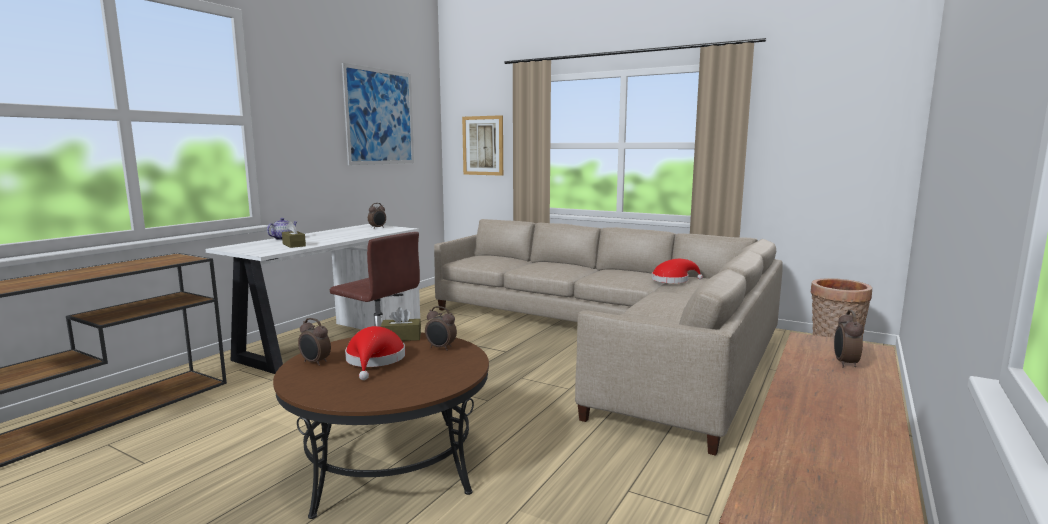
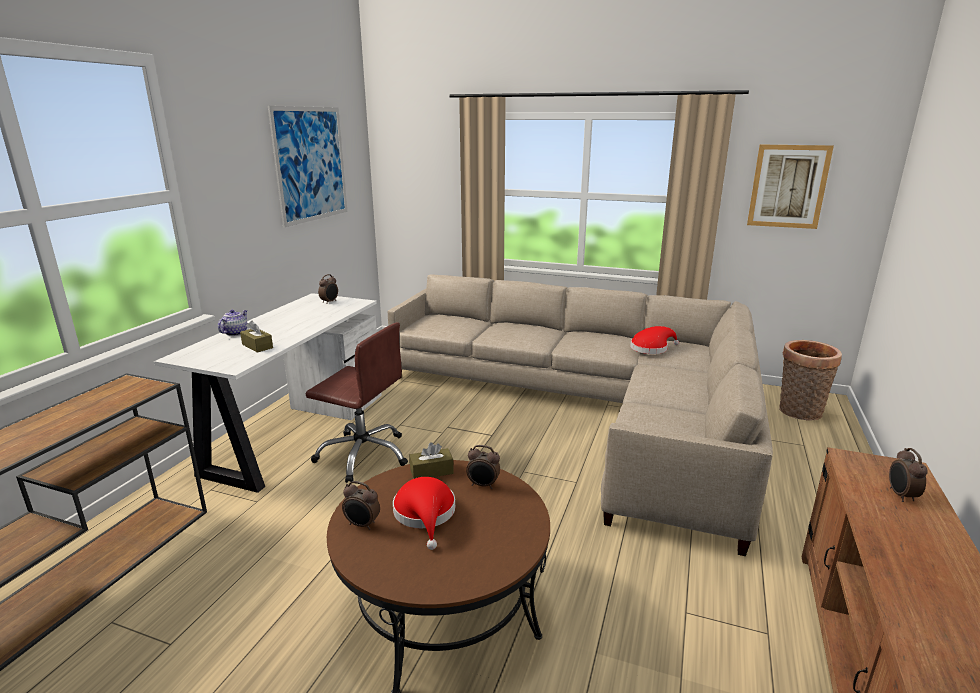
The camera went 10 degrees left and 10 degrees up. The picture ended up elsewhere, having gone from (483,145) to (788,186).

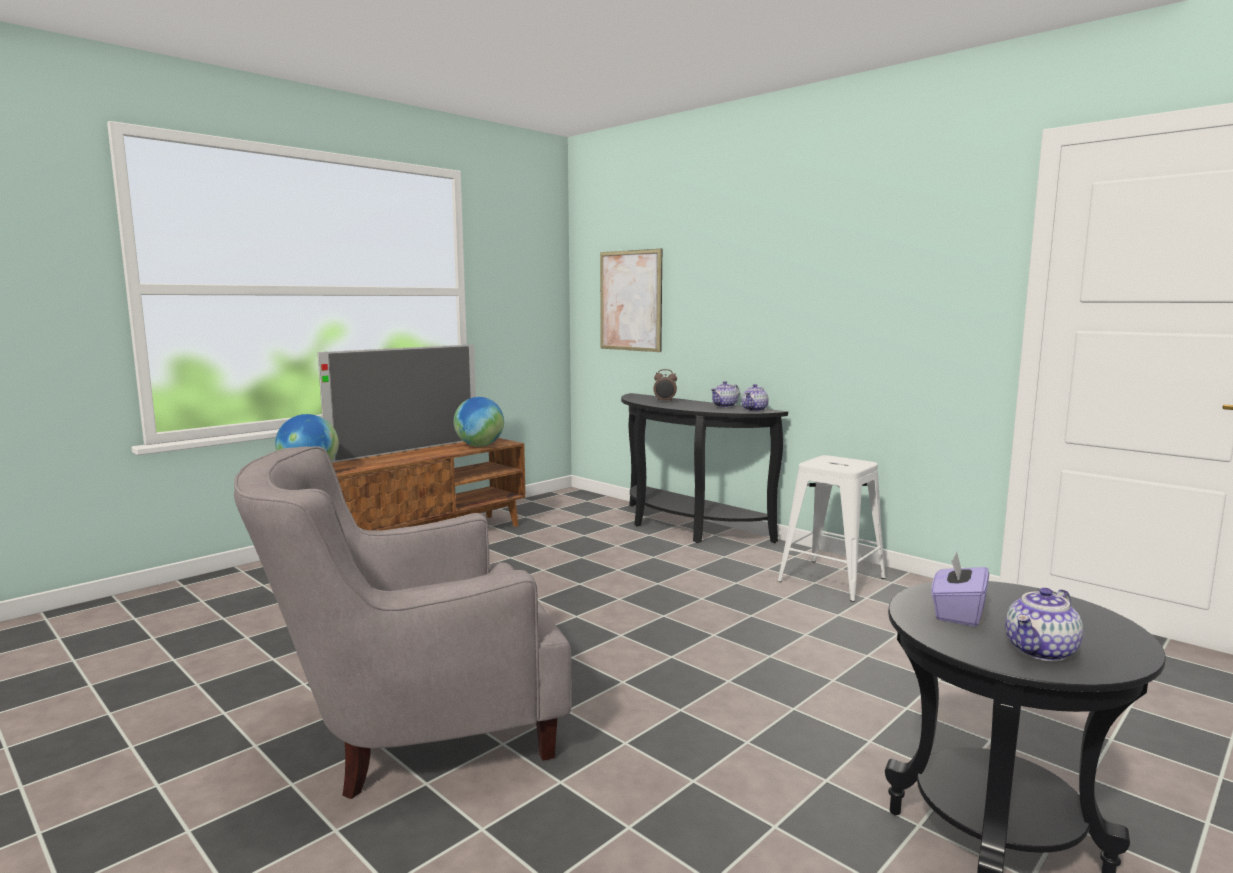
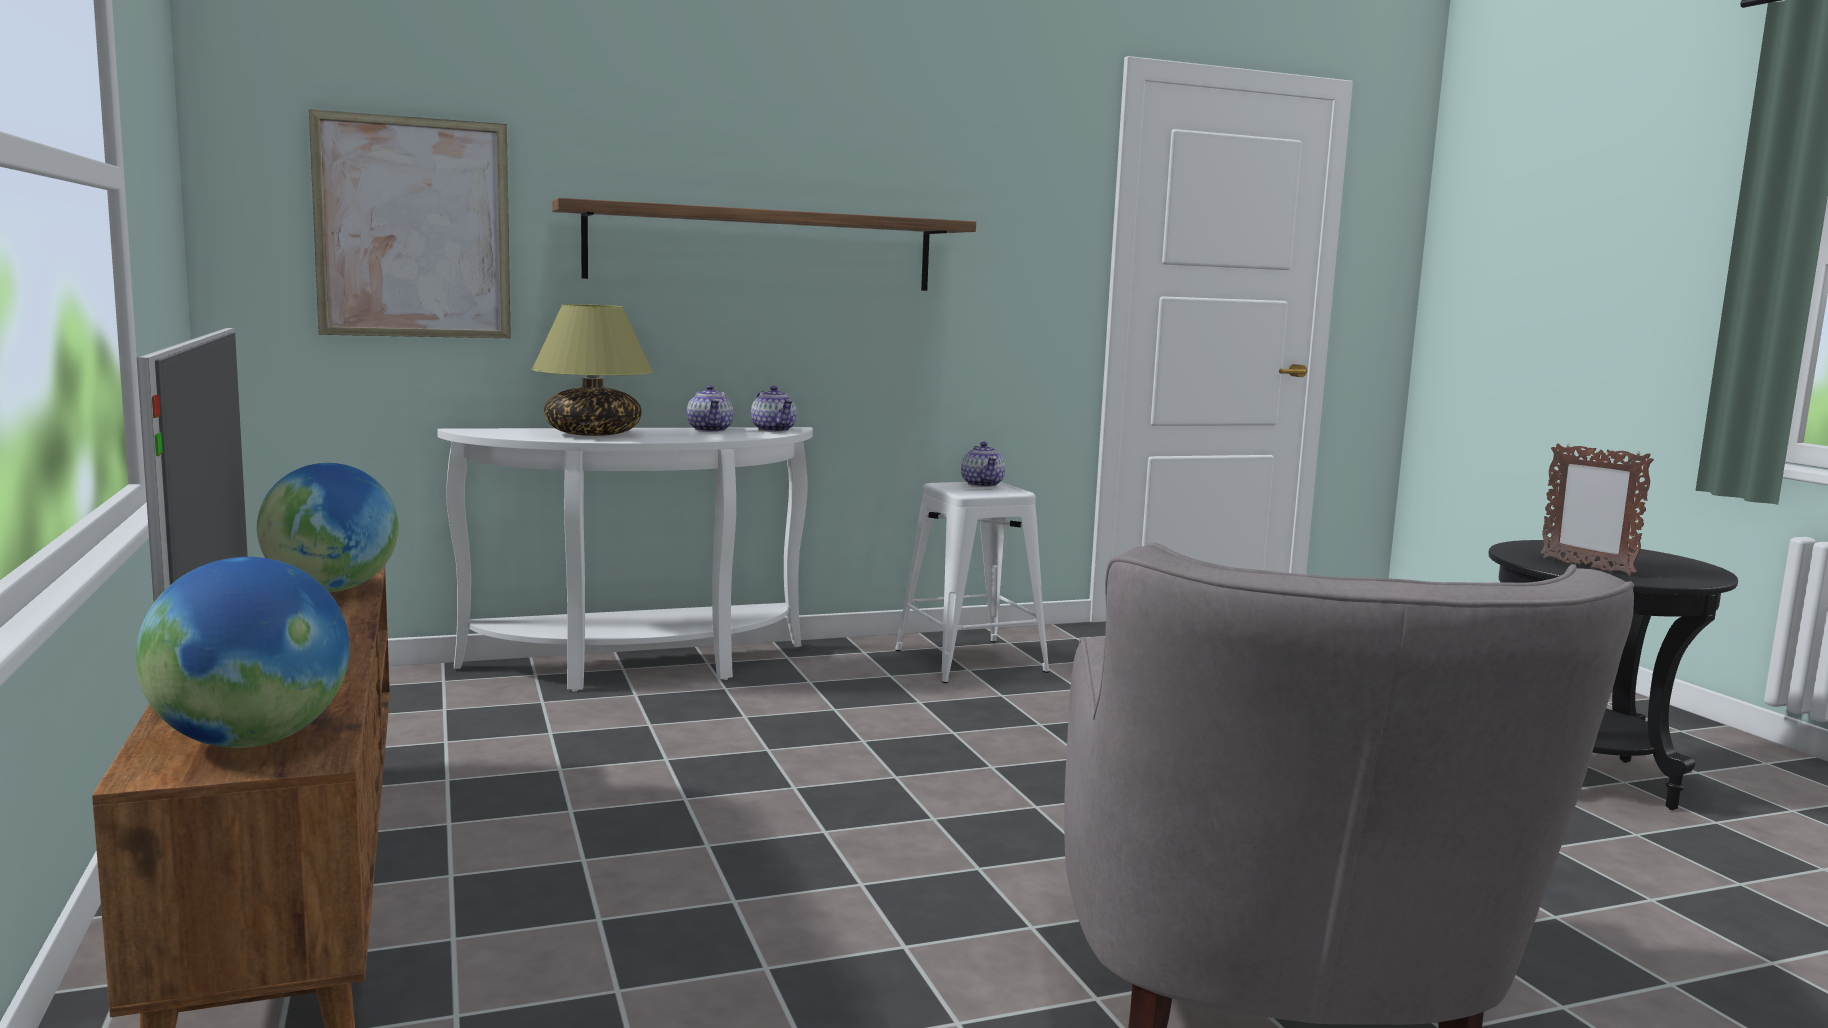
The camera went 65 degrees left and 0 degrees up. What was the black console table at (683,527) turned into the white console table at (640,668). Where the alarm clock stood at (665,401), the table lamp came to stand at (593,434). Where the purple tissue box stood at (957,613), the picture frame came to stand at (1586,566). The teapot ended up elsewhere, having gone from (1041,651) to (983,484). The second view gained the shelf at (762,248).

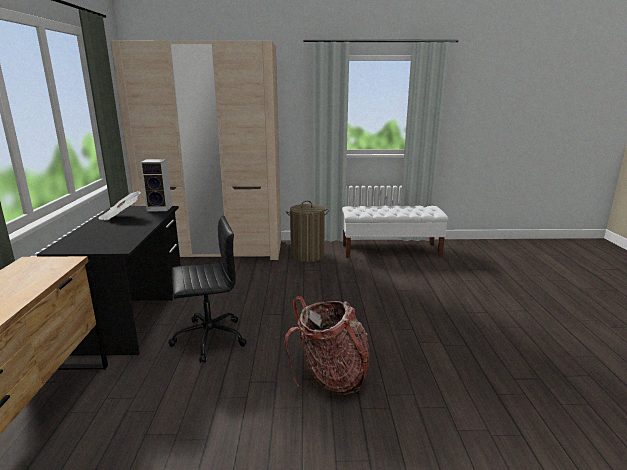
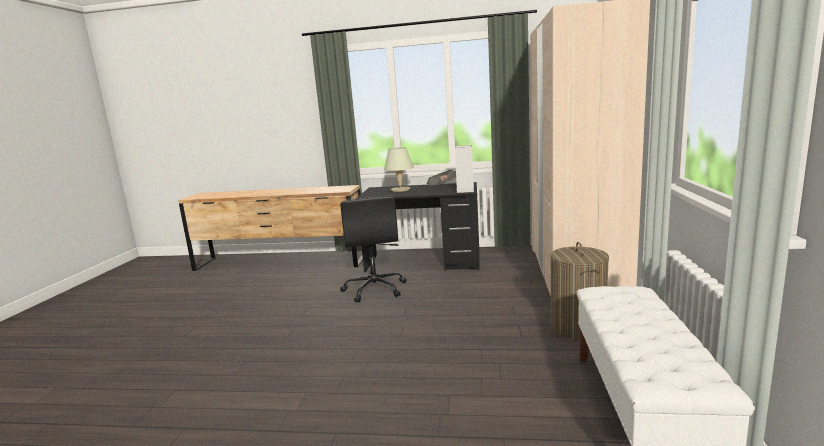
The camera went 100 degrees right and 5 degrees down. The second view lost the backpack at (331,377). The second view gained the beige table lamp at (400,190).

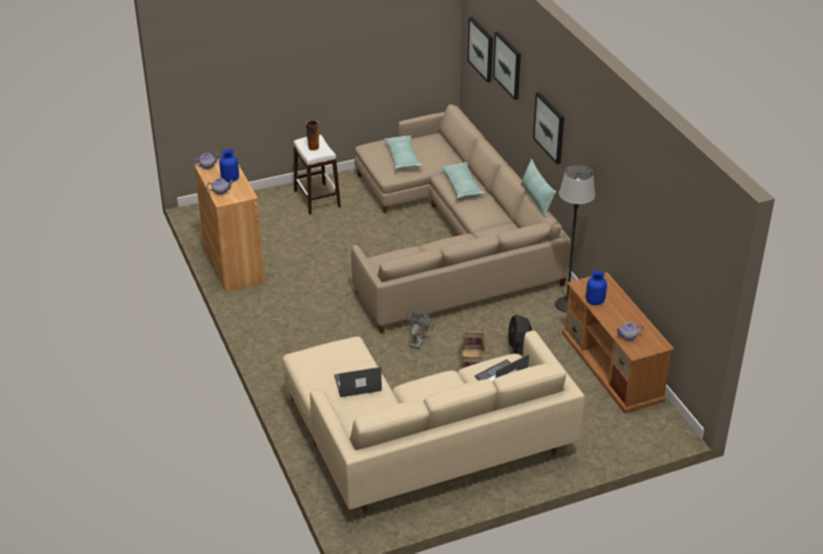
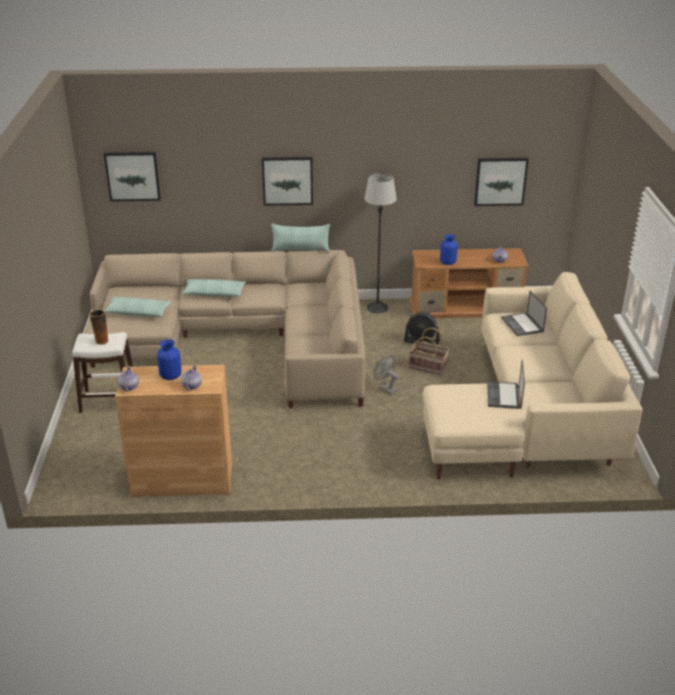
The camera went 70 degrees left and 5 degrees down. The picture ended up elsewhere, having gone from (508,65) to (500,181).

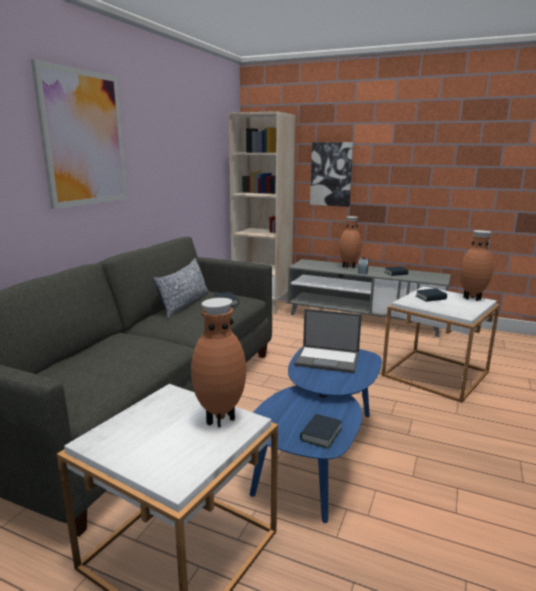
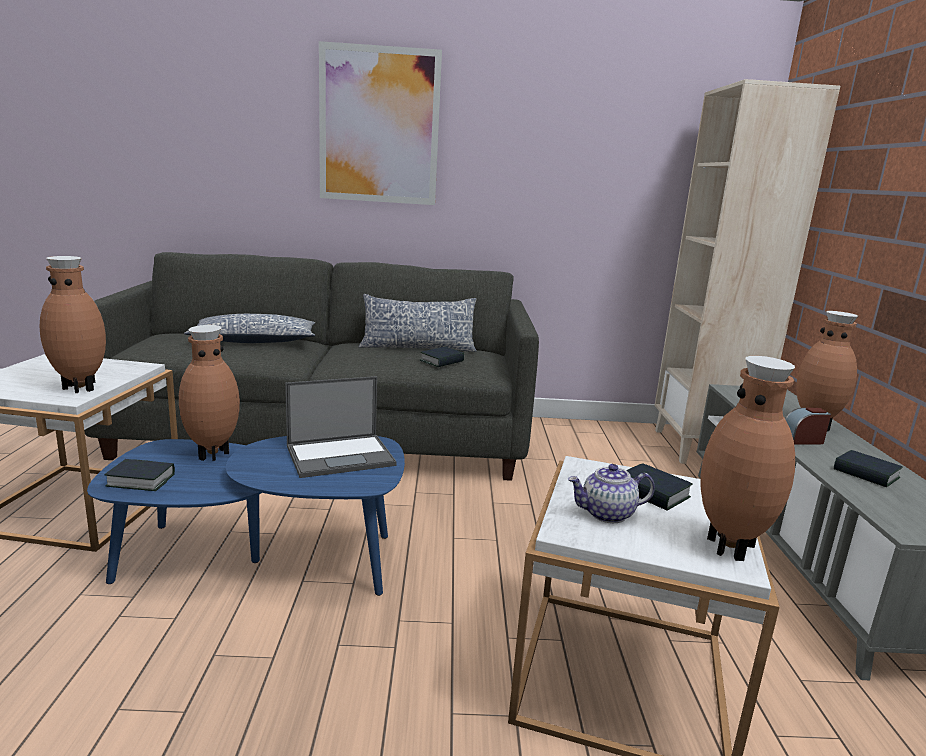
The camera went 65 degrees right and 0 degrees up. The laptop at (328,359) ended up facing another way, 105 degrees counterclockwise from before. The second view lost the picture at (331,174). The second view gained the brown vase at (212,454). The second view gained the pillow at (254,341). The second view gained the teapot at (607,514).

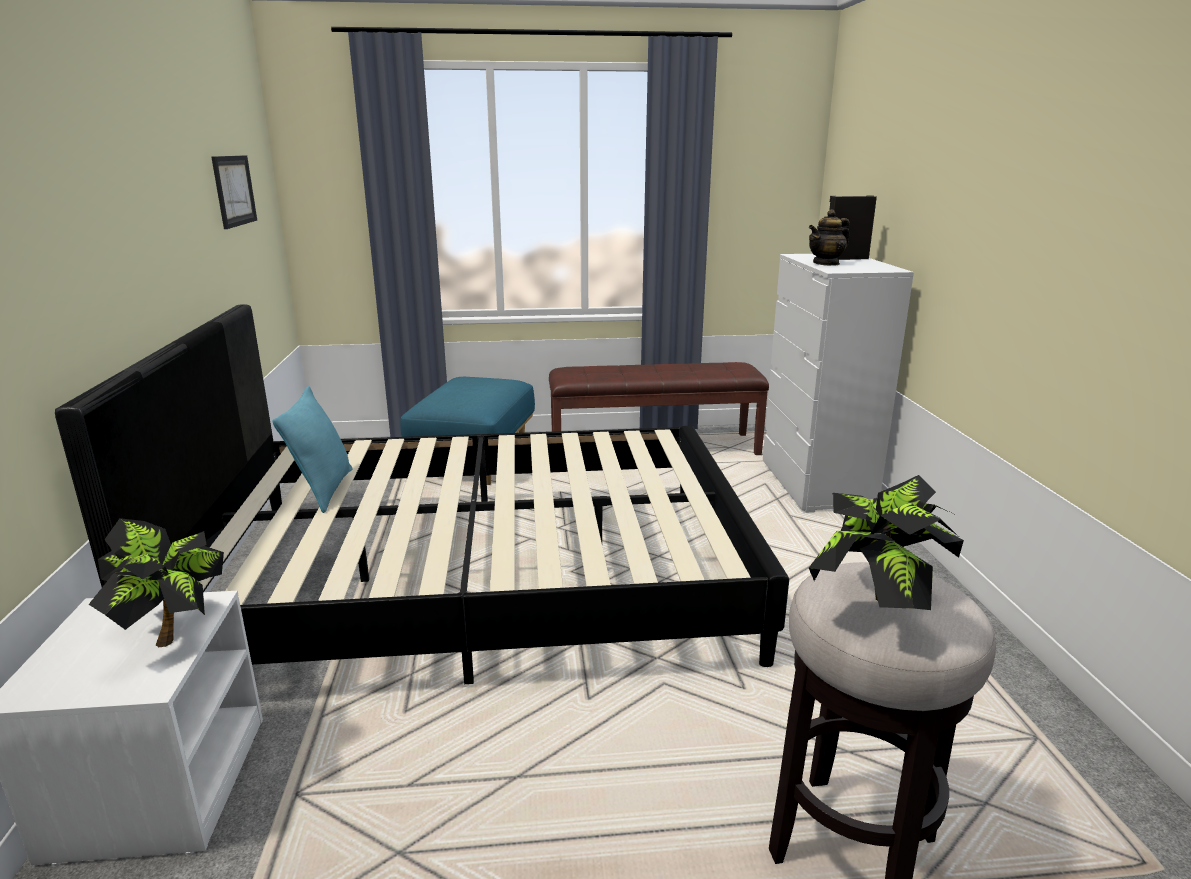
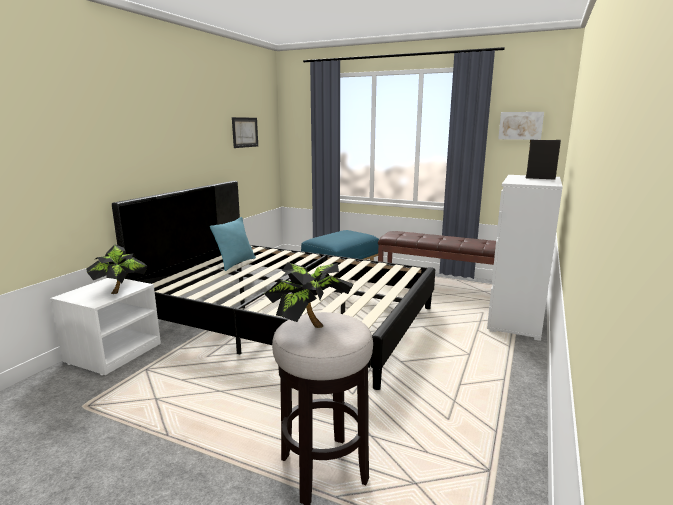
The camera went 30 degrees right and 5 degrees down. The second view lost the teapot at (826,263). The second view gained the picture at (520,125).

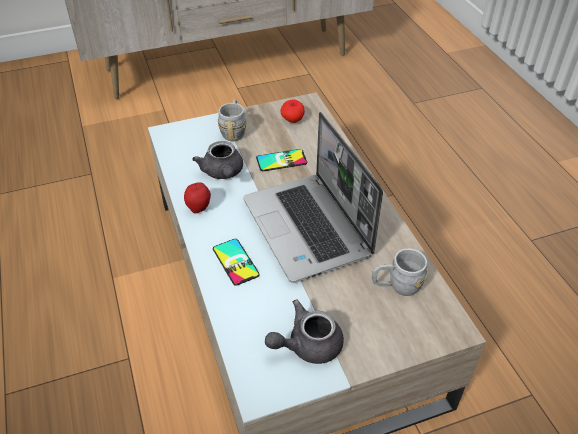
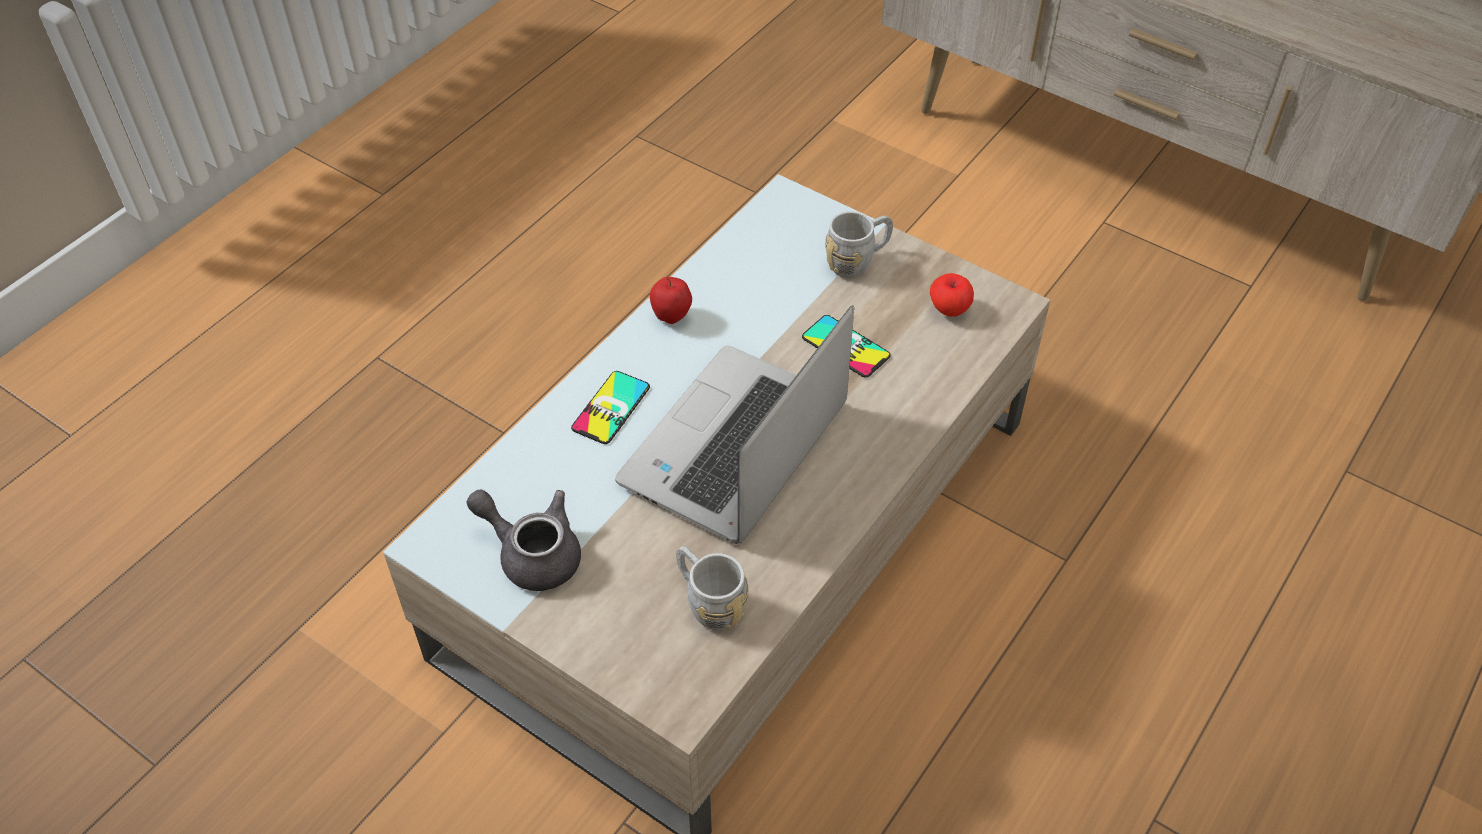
The camera went 55 degrees right and 5 degrees up. The second view lost the grey teapot at (223,173).

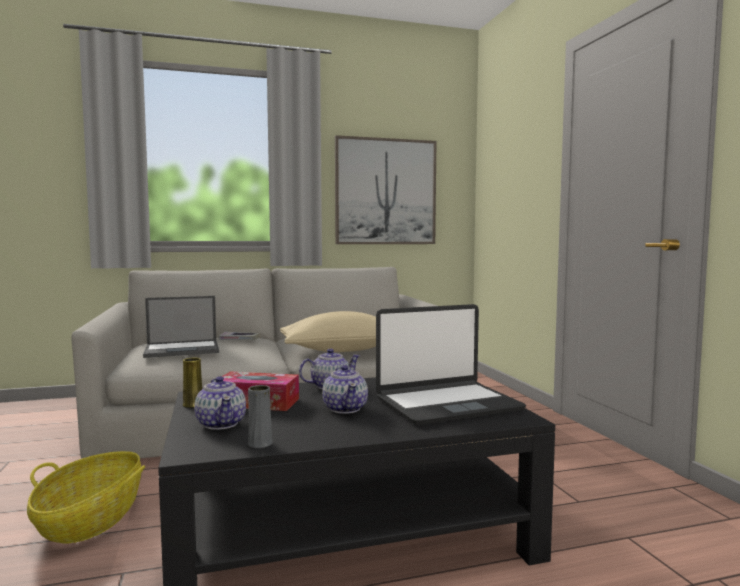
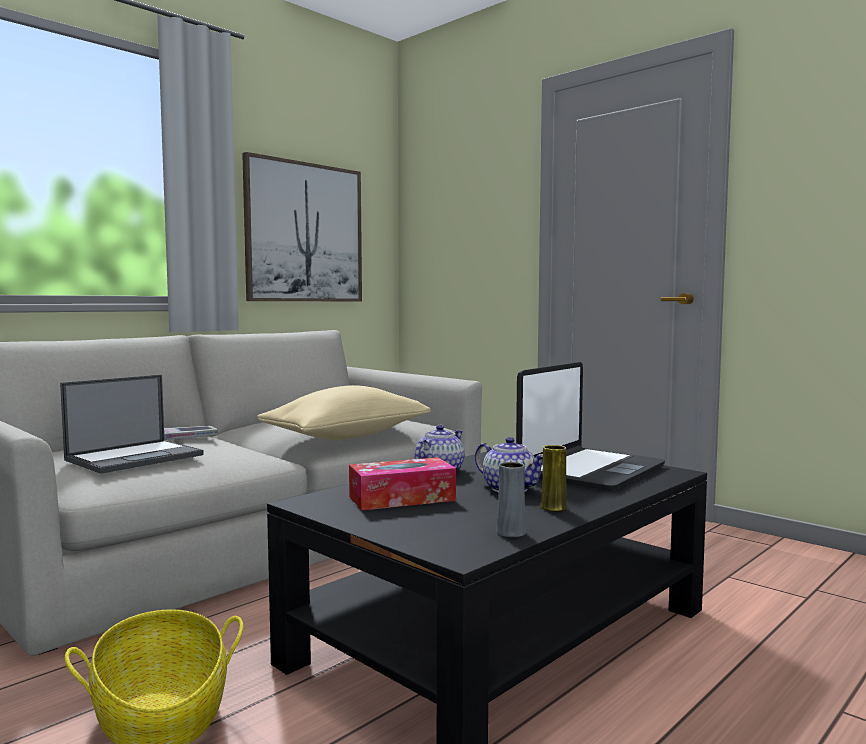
The camera went 30 degrees left and 0 degrees up. The yellow vase ended up elsewhere, having gone from (193,404) to (553,508). The second view lost the teapot at (221,423).

